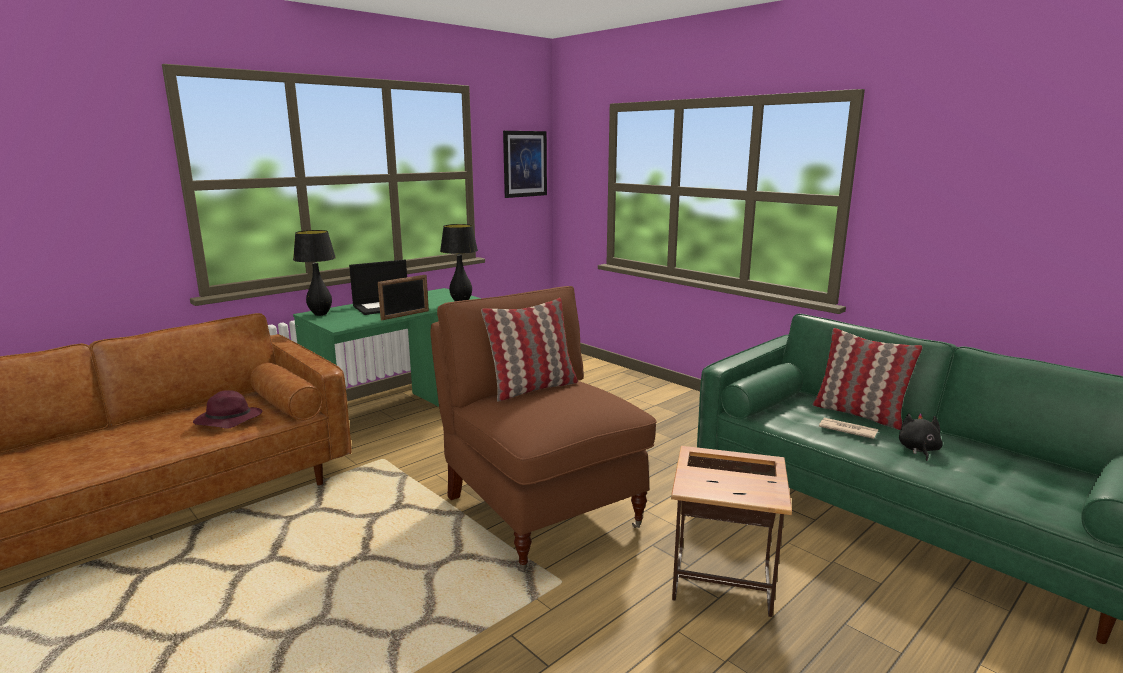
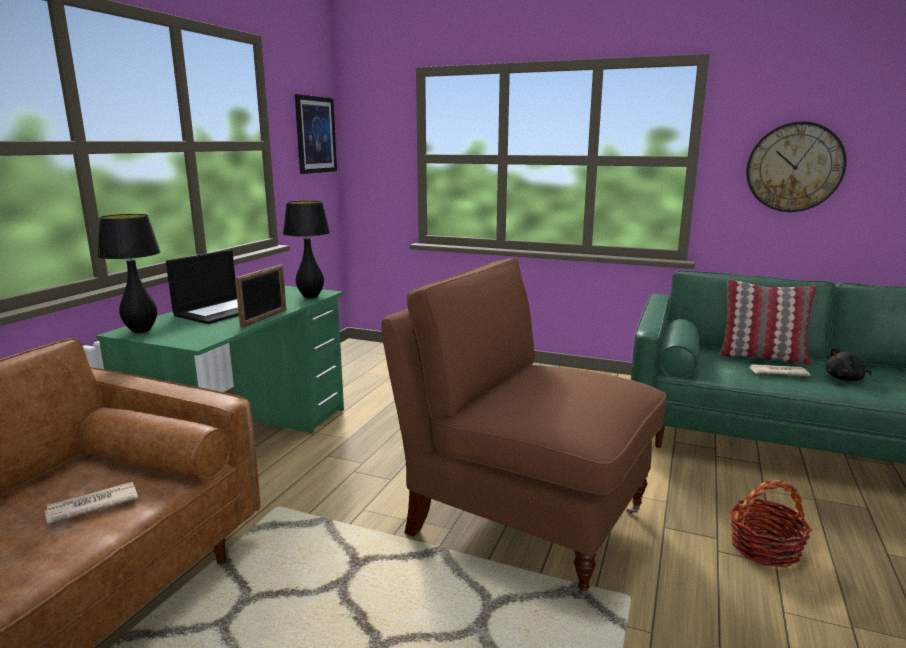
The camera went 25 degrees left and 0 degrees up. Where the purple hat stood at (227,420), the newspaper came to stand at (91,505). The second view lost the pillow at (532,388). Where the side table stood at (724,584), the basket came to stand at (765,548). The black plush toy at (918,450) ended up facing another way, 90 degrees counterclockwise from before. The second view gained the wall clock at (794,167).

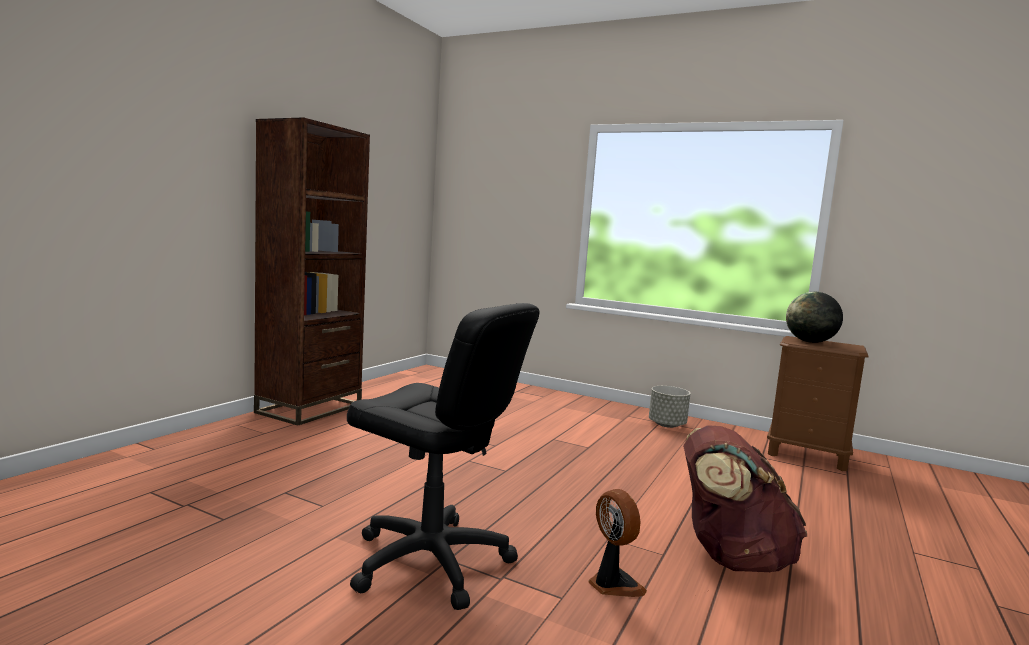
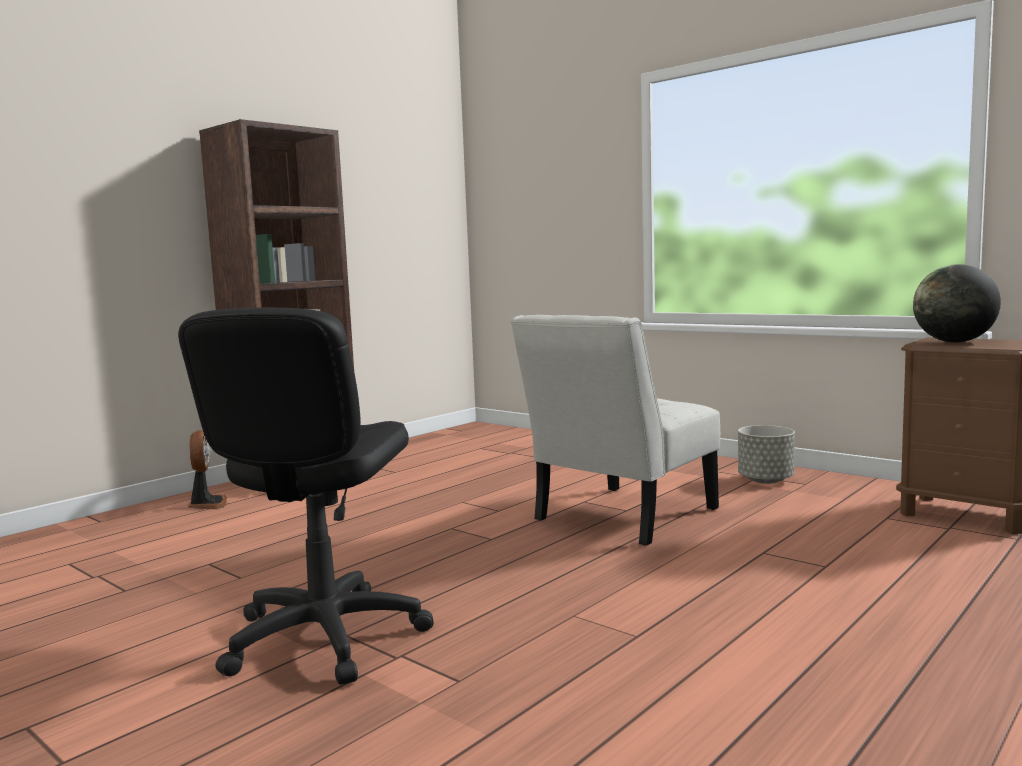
The camera went 15 degrees right and 0 degrees up. The black office chair at (430,562) ended up facing another way, 60 degrees clockwise from before. The fan ended up elsewhere, having gone from (613,584) to (207,504). The second view lost the brown backpack at (730,557). The second view gained the white chair at (620,517).

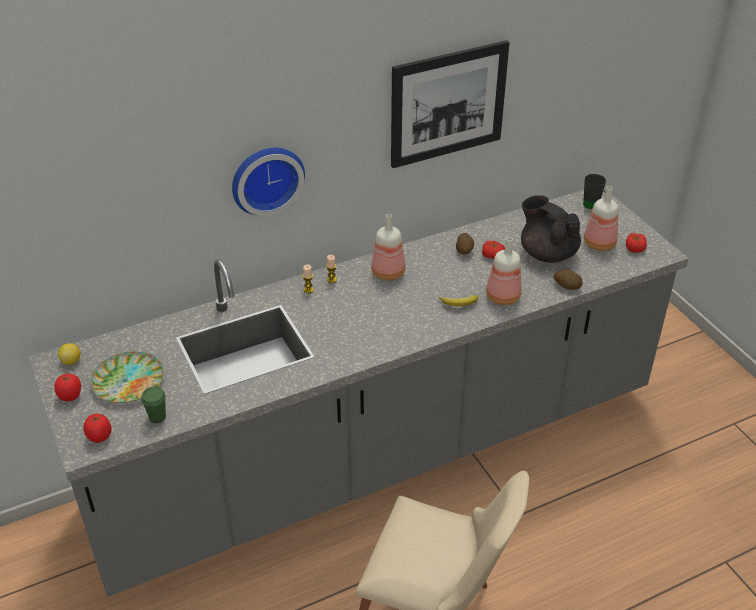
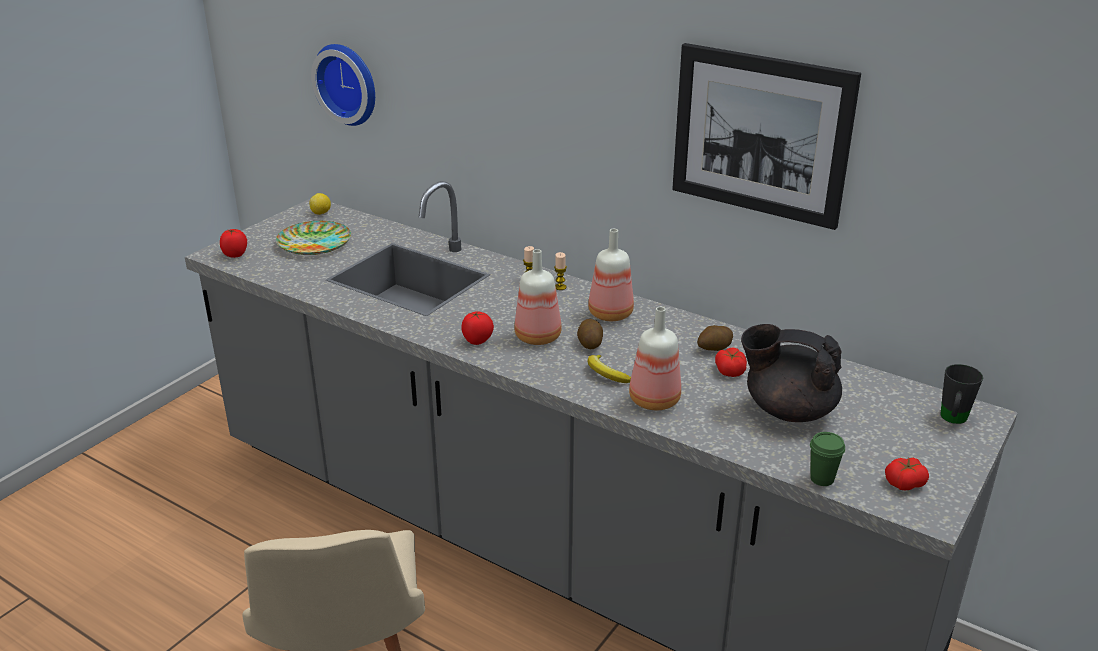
The camera went 60 degrees right and 10 degrees down. The tomato ended up elsewhere, having gone from (70,396) to (478,341). The green cup ended up elsewhere, having gone from (157,417) to (822,479). The wall clock ended up elsewhere, having gone from (266,178) to (349,83). The black teapot at (547,253) ended up facing another way, 90 degrees counterclockwise from before. The potato ended up elsewhere, having gone from (566,286) to (589,343). The bottle ended up elsewhere, having gone from (599,243) to (539,337).

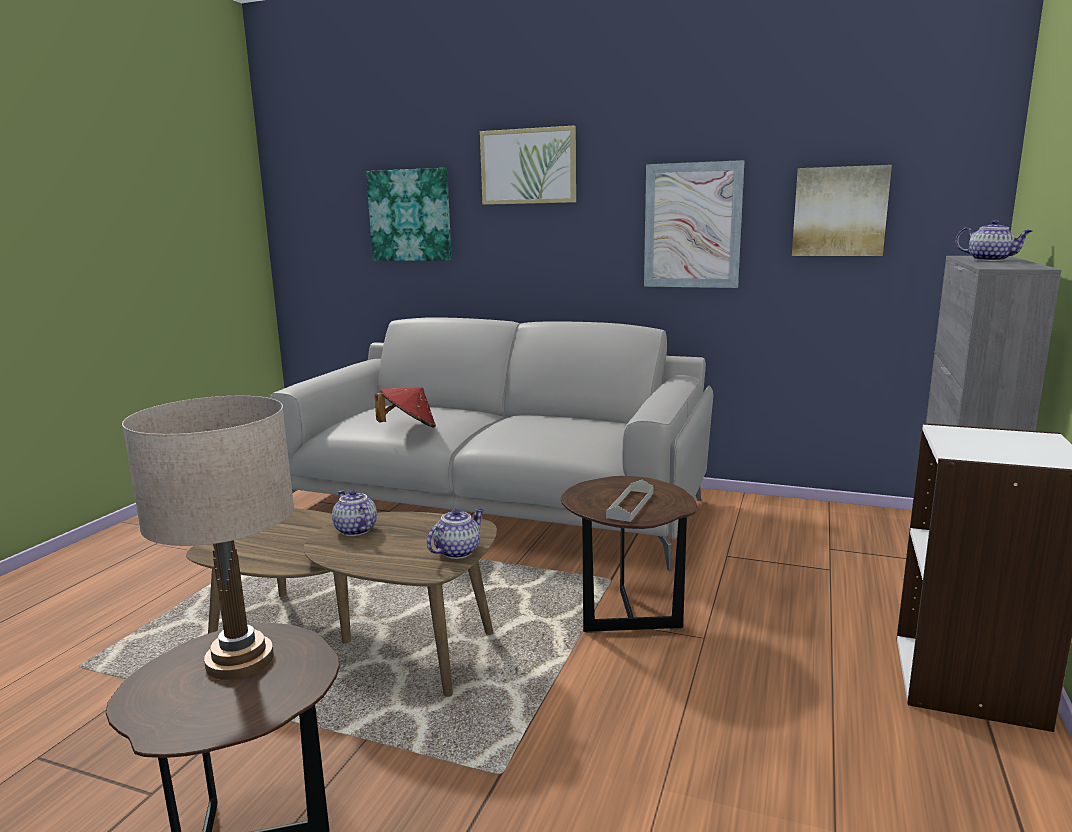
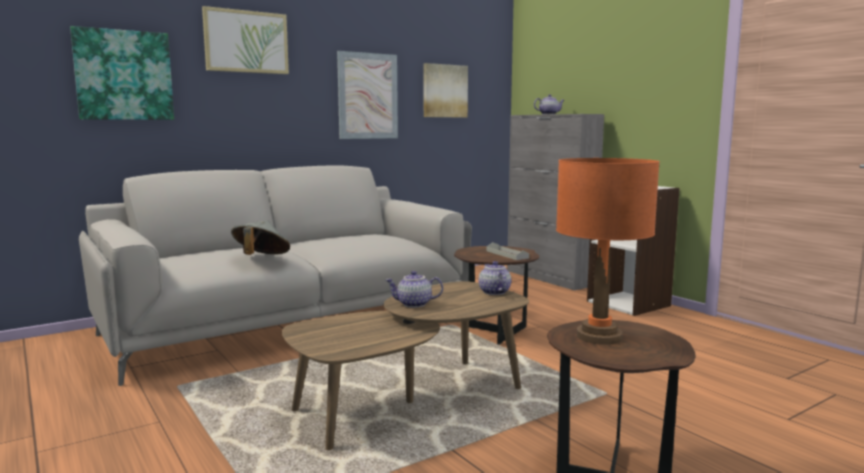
The camera went 55 degrees left and 5 degrees down. What was the beige table lamp at (240,660) turned into the orange table lamp at (599,336). What was the red hat at (408,428) turned into the grey hat at (261,258).

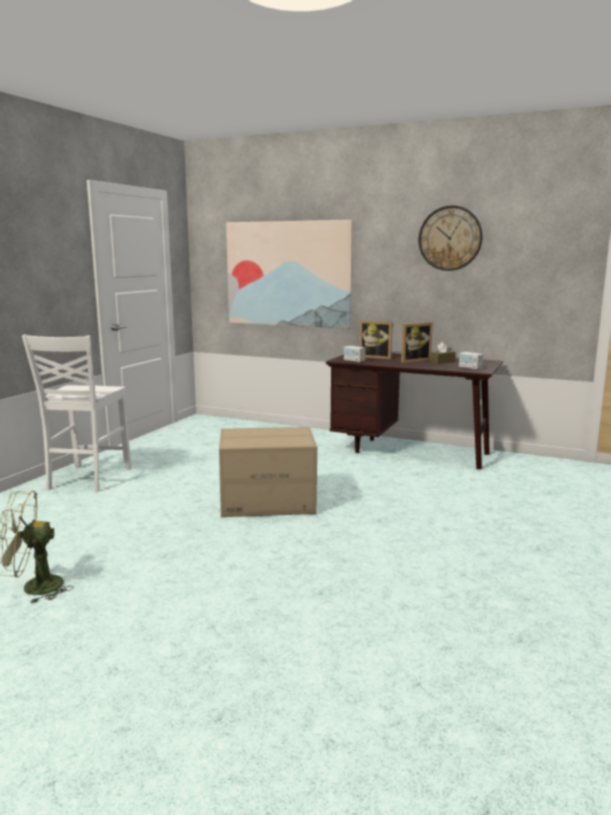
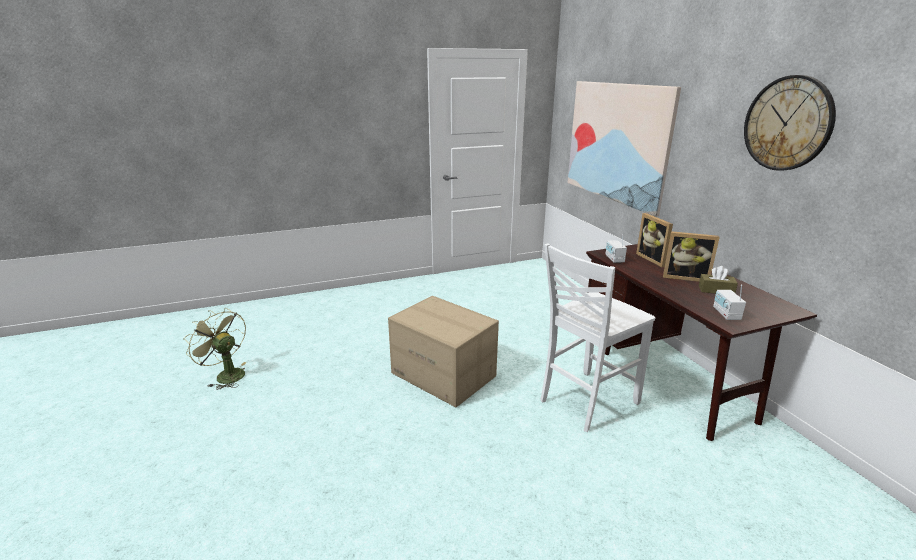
The camera went 45 degrees right and 10 degrees up. The white chair ended up elsewhere, having gone from (87,479) to (586,401).

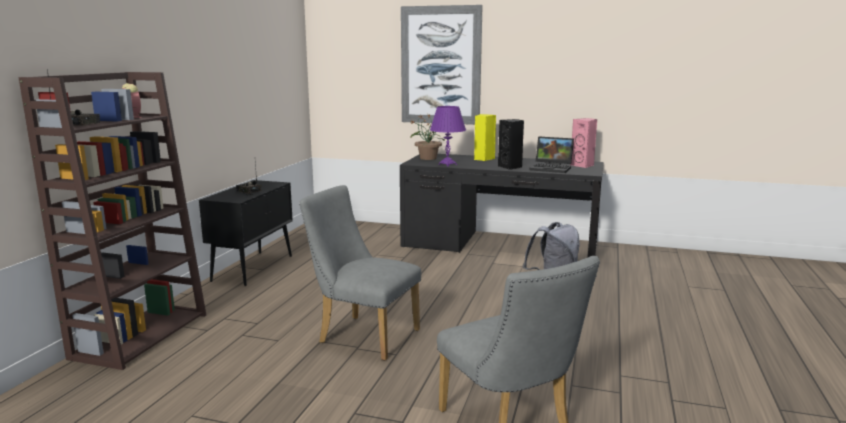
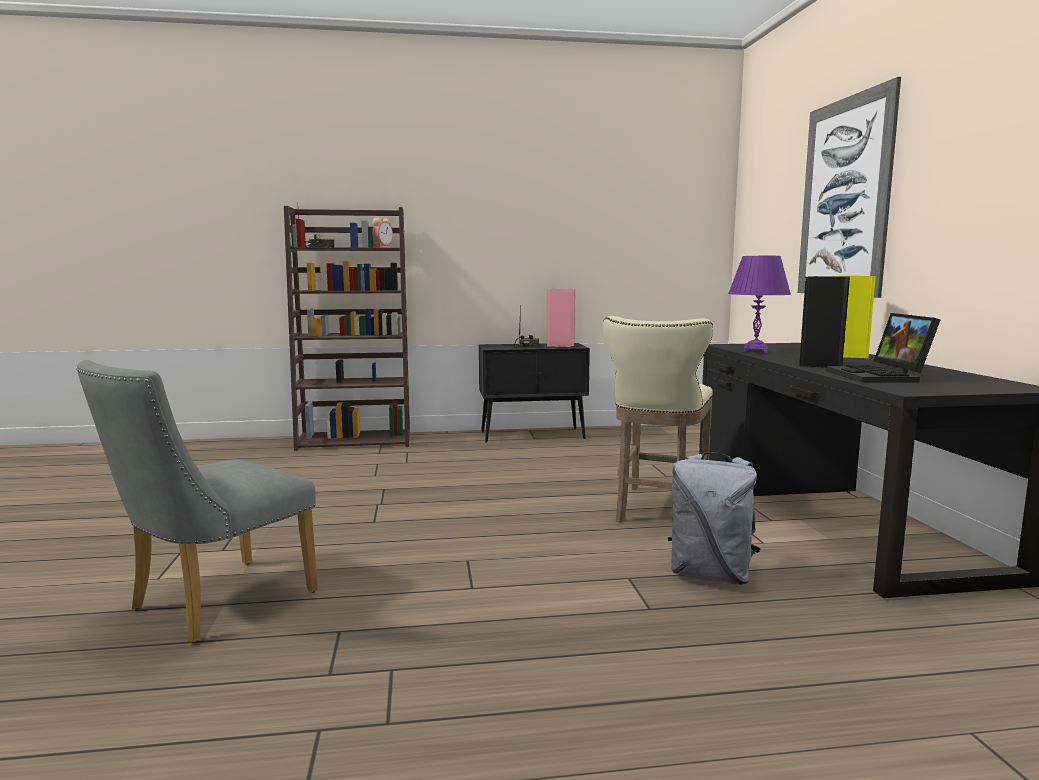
The camera went 65 degrees right and 5 degrees down. The second view lost the grey chair at (362,335). The second view lost the potted plant at (427,158). The pink speaker ended up elsewhere, having gone from (583,165) to (561,345). The second view gained the beige stool at (657,510).

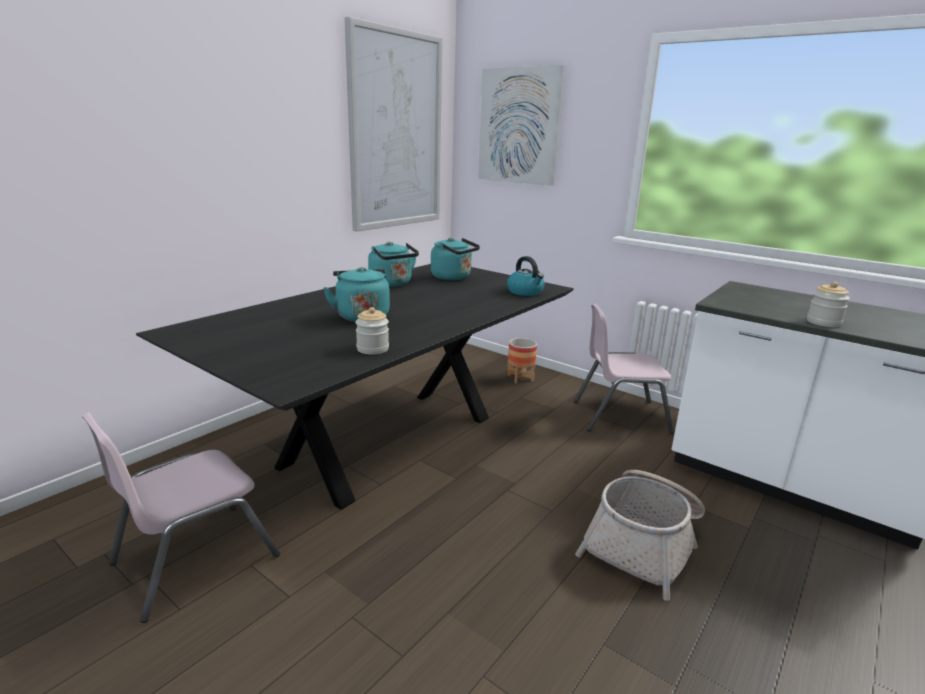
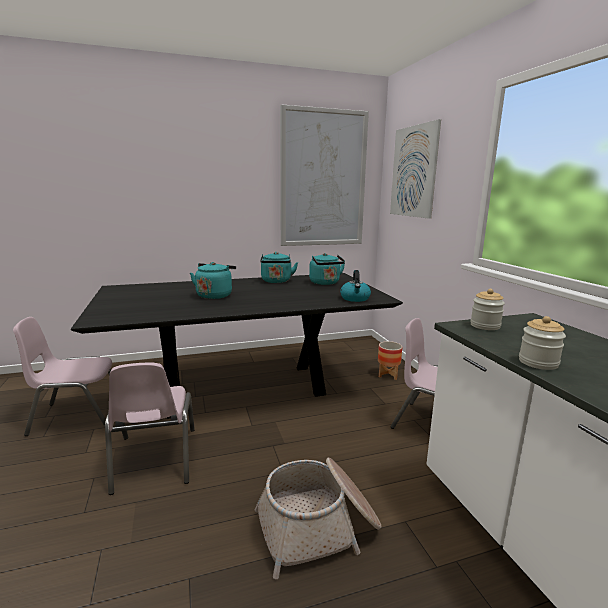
The camera went 35 degrees right and 5 degrees down. The jar ended up elsewhere, having gone from (372,349) to (485,326). The second view gained the pink chair at (154,459).

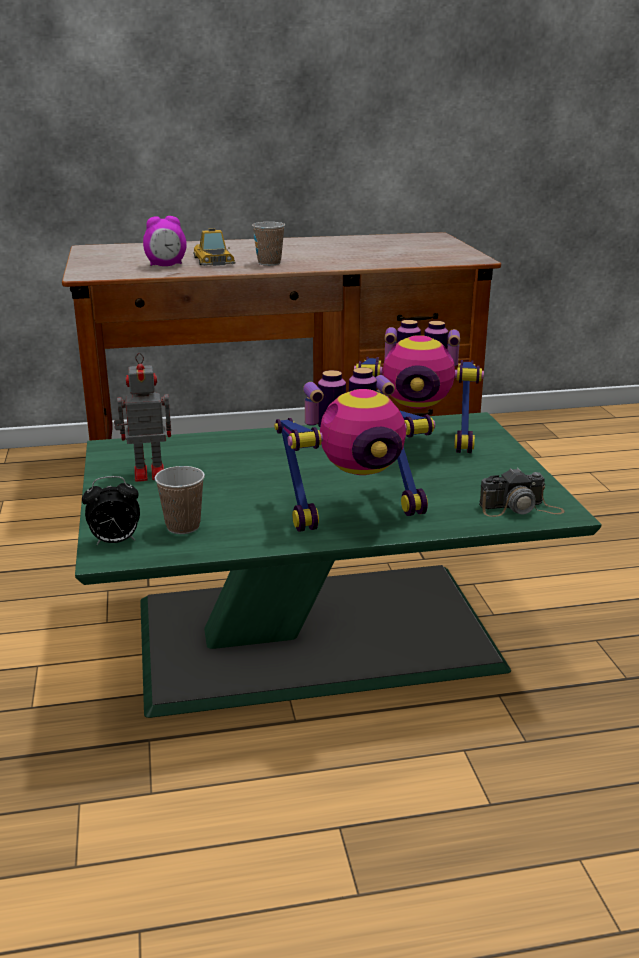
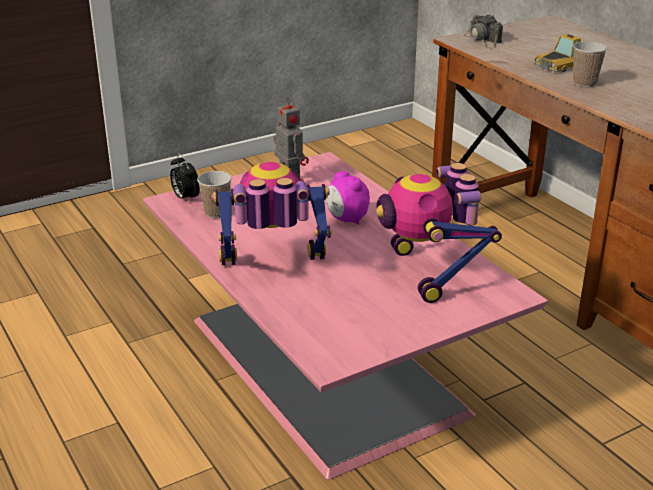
The camera went 70 degrees right and 5 degrees up. What was the green coffee table at (321,632) turned into the pink coffee table at (328,367). The alarm clock ended up elsewhere, having gone from (166,265) to (346,219). The toy robot at (355,512) ended up facing another way, 120 degrees clockwise from before. The photo camera ended up elsewhere, having gone from (520,508) to (483,40).

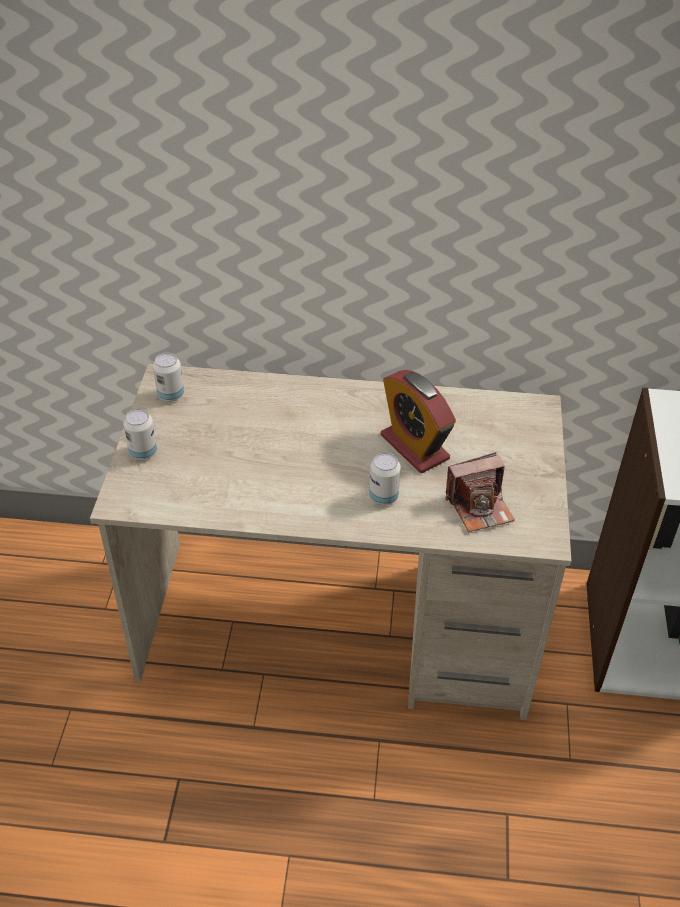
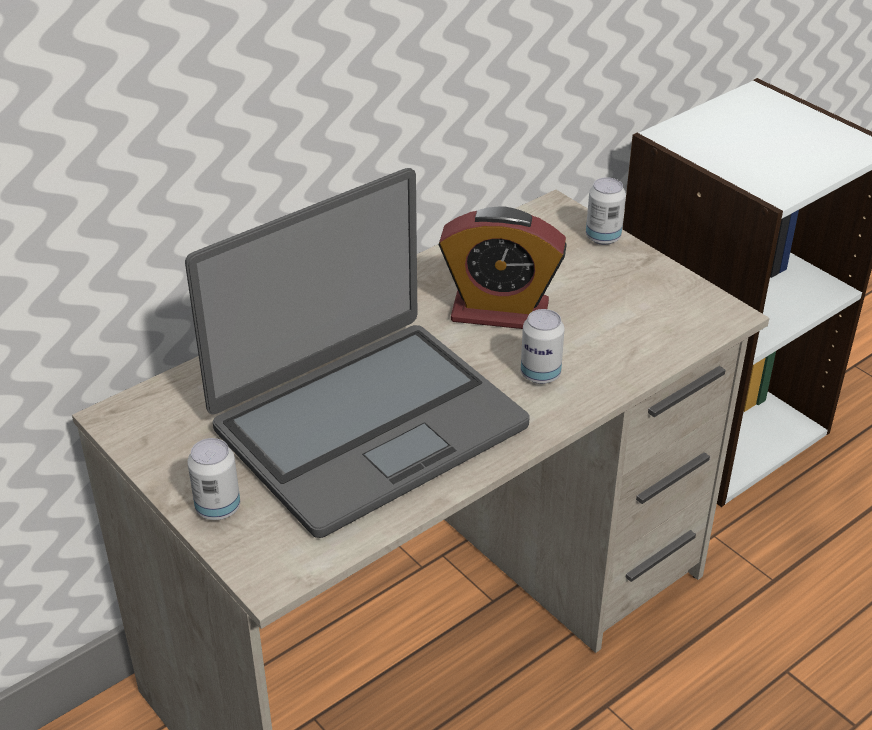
The camera went 45 degrees left and 5 degrees down. The can ended up elsewhere, having gone from (171,395) to (603,237). The second view lost the photo camera at (479,507). The second view gained the laptop at (367,425).

